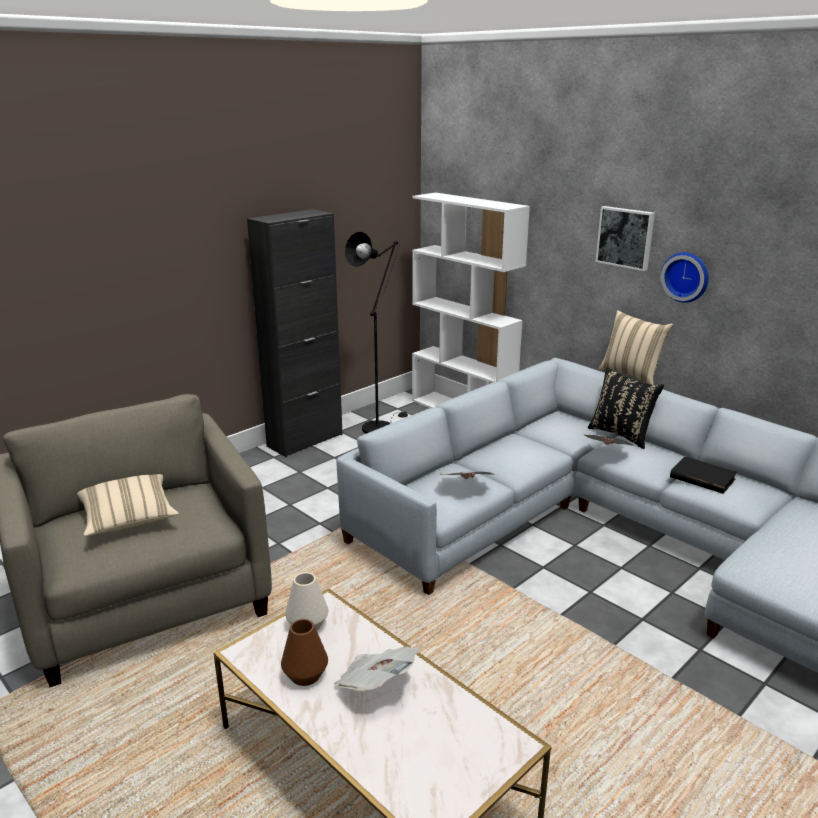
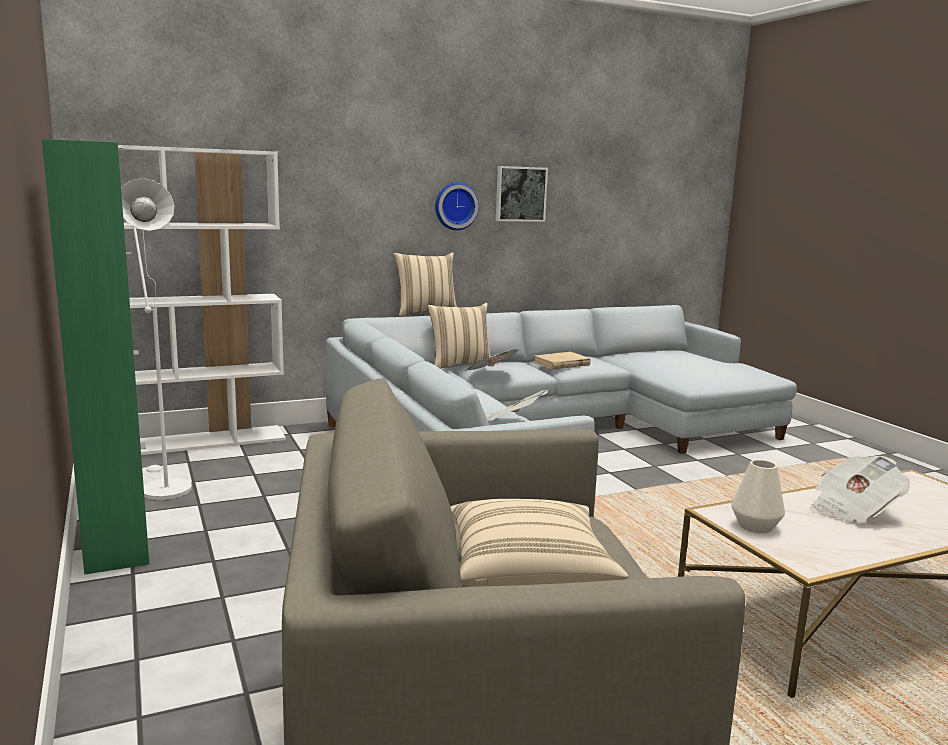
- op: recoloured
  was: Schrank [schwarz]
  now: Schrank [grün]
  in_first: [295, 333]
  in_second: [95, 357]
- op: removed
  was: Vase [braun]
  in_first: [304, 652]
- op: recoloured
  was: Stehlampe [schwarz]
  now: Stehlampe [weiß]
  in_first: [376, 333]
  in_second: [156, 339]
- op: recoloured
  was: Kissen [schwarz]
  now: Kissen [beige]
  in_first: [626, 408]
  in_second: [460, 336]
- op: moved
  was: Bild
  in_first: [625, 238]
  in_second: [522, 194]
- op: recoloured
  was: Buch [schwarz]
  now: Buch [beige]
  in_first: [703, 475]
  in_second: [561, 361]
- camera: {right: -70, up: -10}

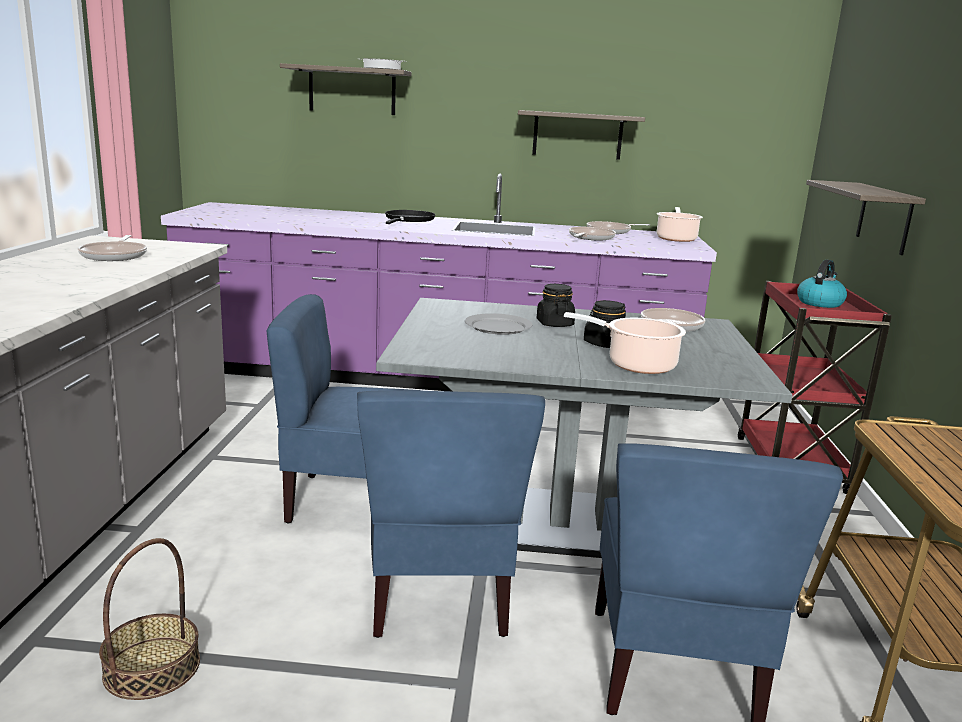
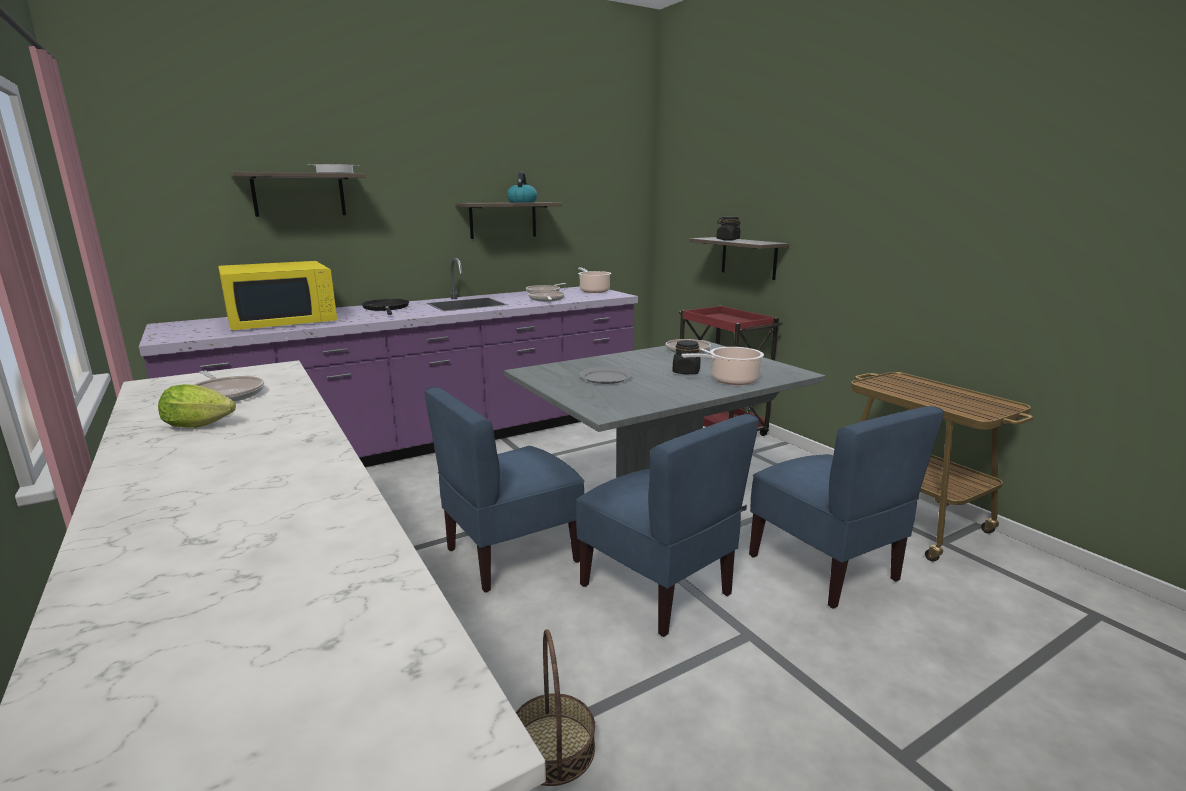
- op: moved
  was: Vorratsglas [schwarz]
  in_first: [556, 305]
  in_second: [728, 228]
- op: moved
  was: Wasserkessel
  in_first: [822, 284]
  in_second: [522, 187]
- op: added
  now: Salatkopf
  in_second: [197, 406]
- op: added
  now: Mikrowelle [gelb]
  in_second: [277, 295]
- camera: {right: -35, up: 0}

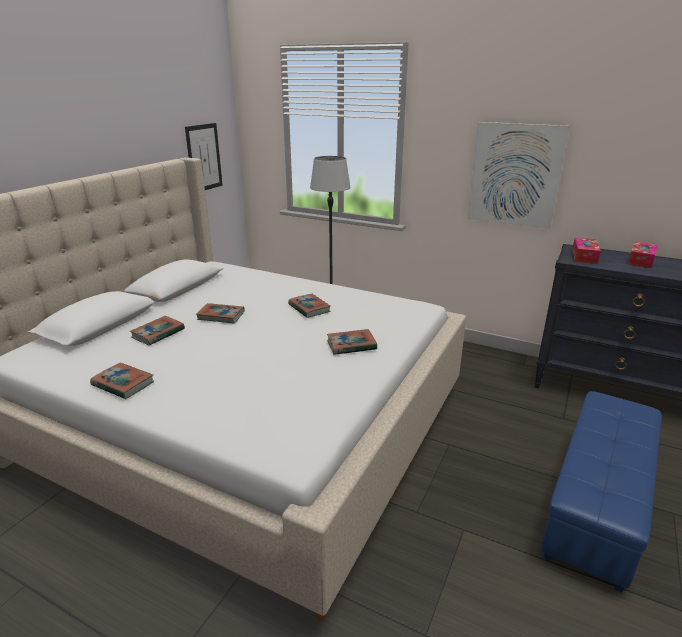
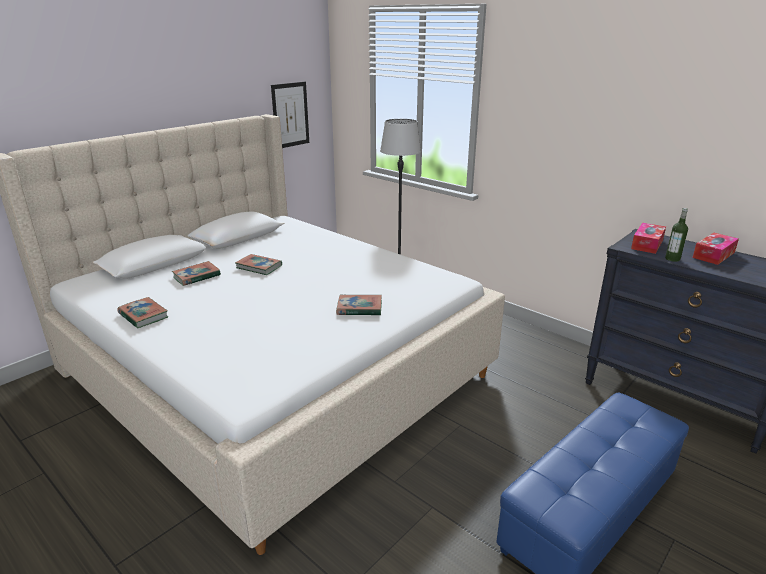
- op: removed
  was: Buch
  in_first: [309, 306]
- op: removed
  was: Bild
  in_first: [518, 175]
- op: added
  now: Flasche
  in_second: [676, 235]
- camera: {right: 15, up: 0}

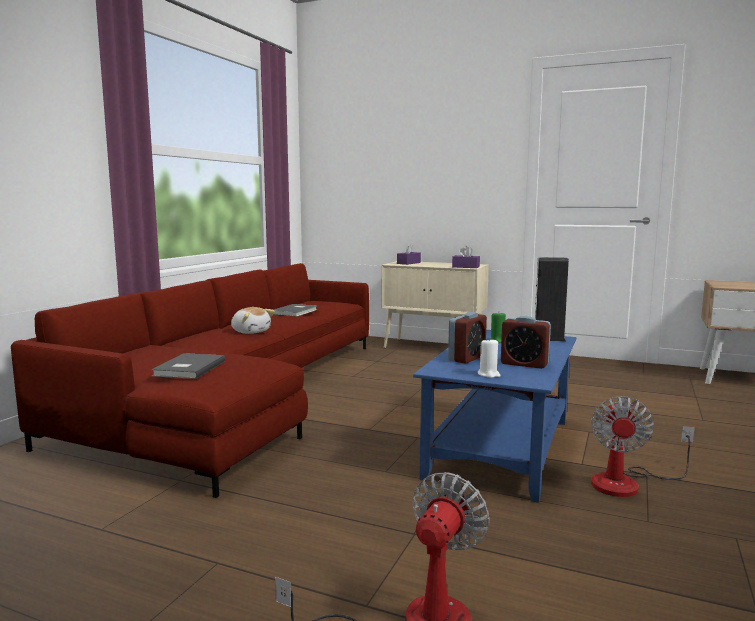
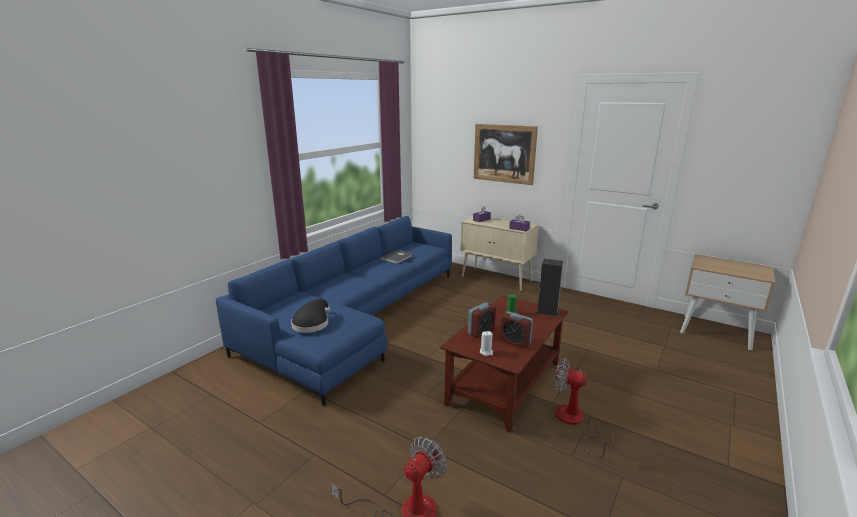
- op: recoloured
  was: Sofa [rot]
  now: Sofa [blau]
  in_first: [190, 380]
  in_second: [334, 311]
- op: replaced
  was: Buch [grau]
  now: Hut [schwarz]
  in_first: [188, 366]
  in_second: [310, 316]
- op: removed
  was: Plüschtier
  in_first: [253, 320]
- op: recoloured
  was: Couchtisch [blau]
  now: Couchtisch [braun]
  in_first: [494, 416]
  in_second: [504, 364]
- op: turned
  was: Ventilator
  in_first: [643, 446]
  in_second: [584, 408]
  clockwise: 90
- op: added
  now: Bild
  in_second: [506, 154]
- camera: {right: 10, up: 10}

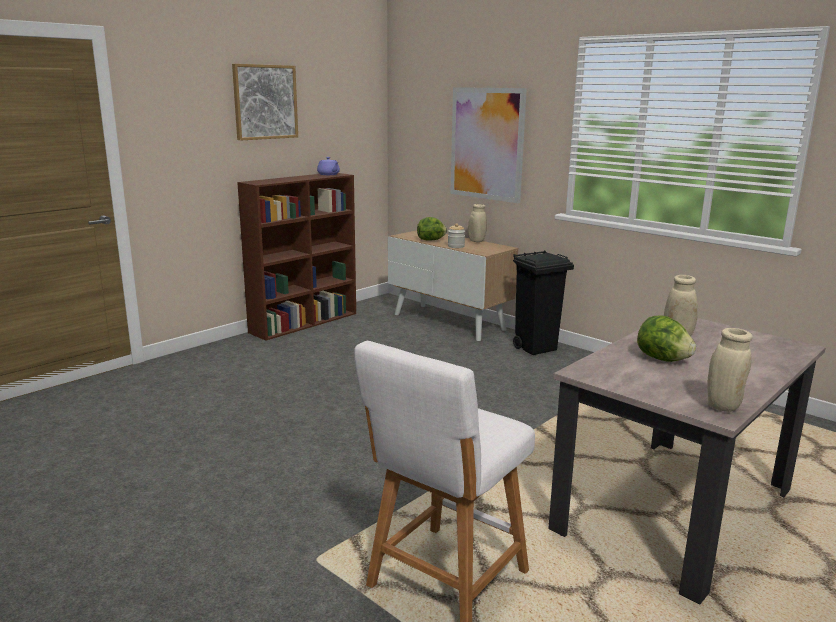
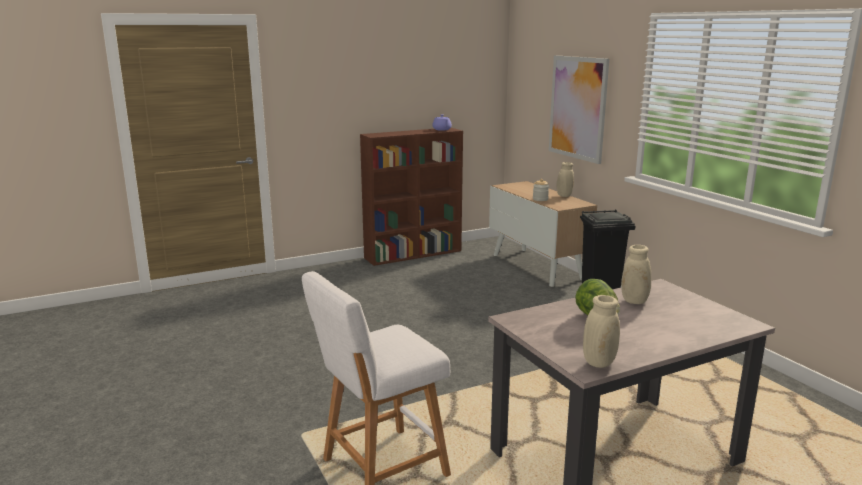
- op: removed
  was: Bild
  in_first: [265, 102]
- op: removed
  was: Salatkopf
  in_first: [432, 229]
- camera: {right: 20, up: 0}

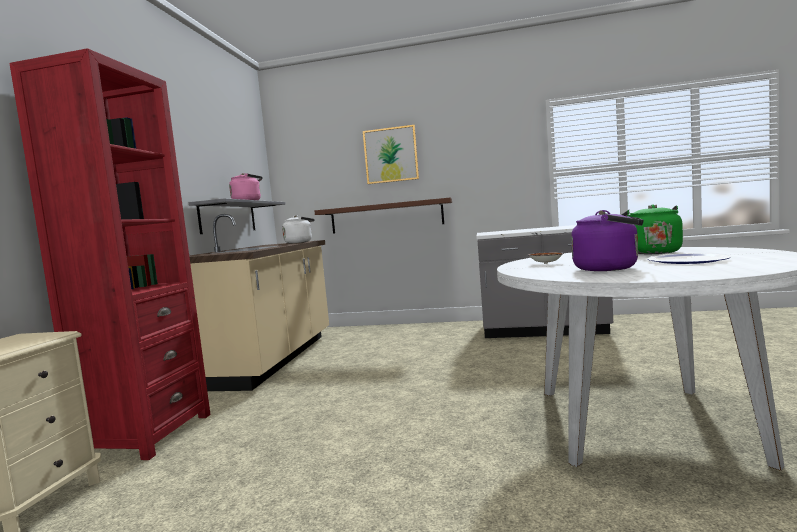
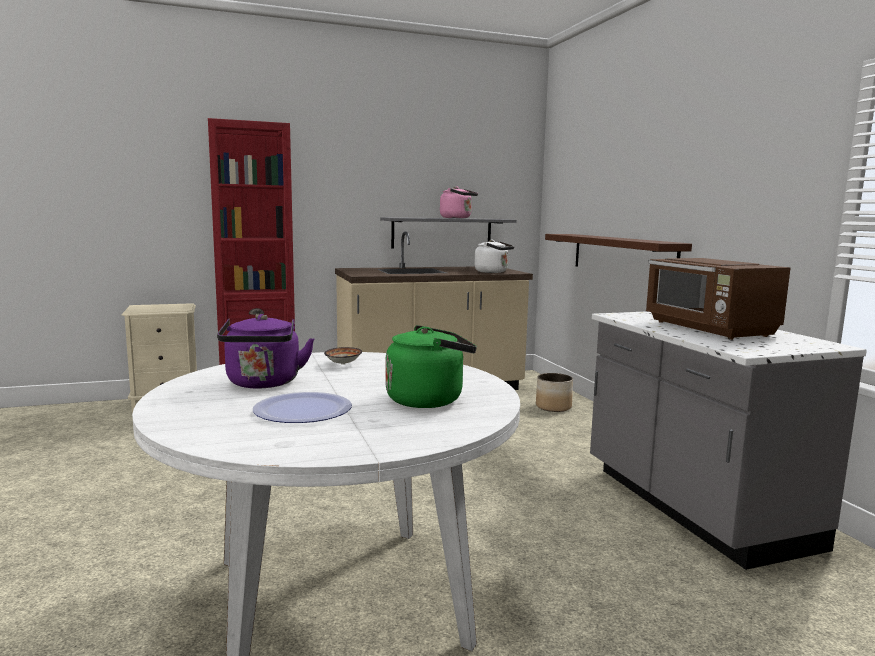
- op: removed
  was: Bild
  in_first: [391, 154]
- op: added
  now: Pflanzkübel
  in_second: [554, 392]
- op: added
  now: Mikrowelle [braun]
  in_second: [717, 299]
- camera: {right: 60, up: 5}

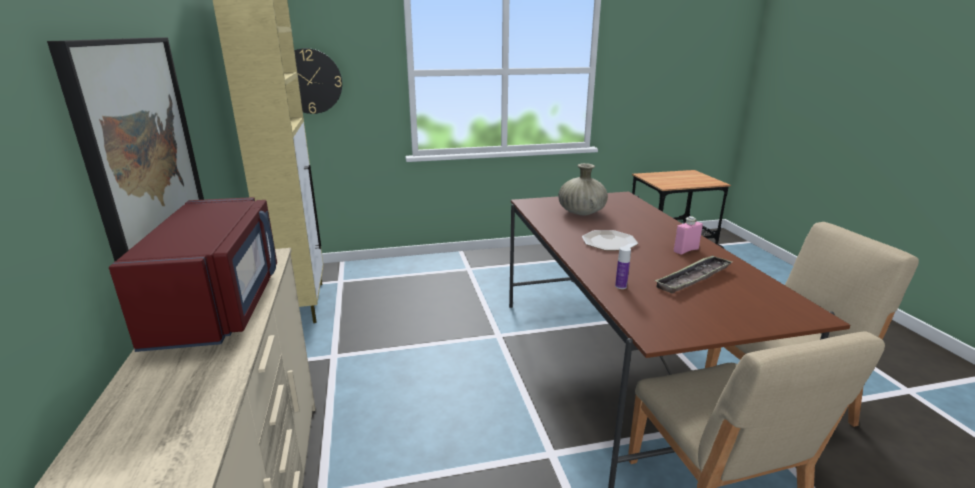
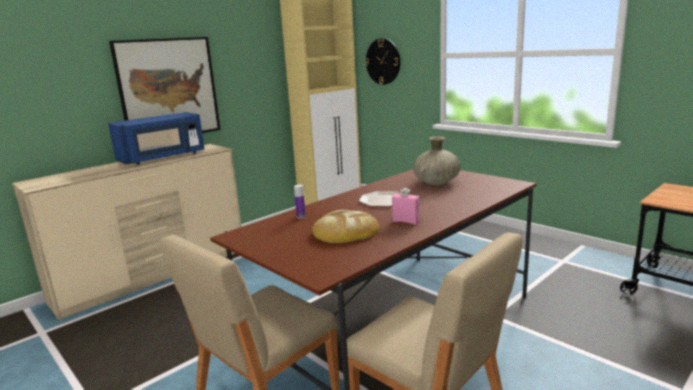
- op: recoloured
  was: Mikrowelle [rot]
  now: Mikrowelle [blau]
  in_first: [193, 274]
  in_second: [156, 138]
- op: replaced
  was: Tablett
  now: Brot
  in_first: [693, 274]
  in_second: [345, 226]
- camera: {right: 60, up: -5}

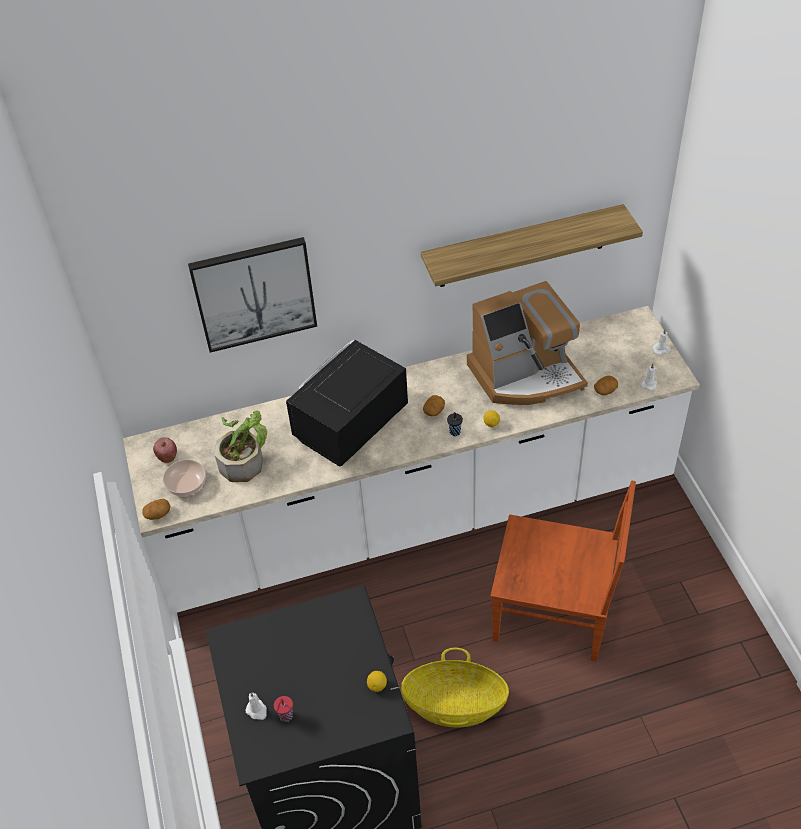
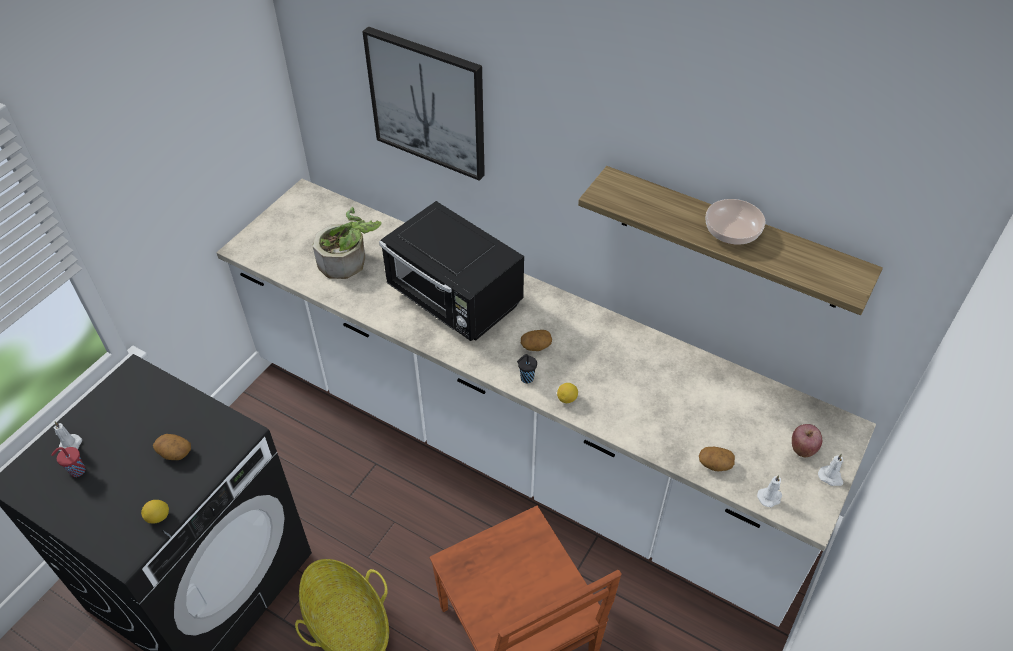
- op: moved
  was: Kartoffel
  in_first: [156, 509]
  in_second: [172, 447]
- op: moved
  was: Apfel
  in_first: [165, 450]
  in_second: [807, 440]
- op: moved
  was: Schüssel
  in_first: [184, 478]
  in_second: [735, 222]
- op: turned
  was: Mikrowelle [schwarz]
  in_first: [347, 403]
  in_second: [451, 271]
  clockwise: -135
- op: removed
  was: Kaffeemaschine
  in_first: [527, 343]
- camera: {right: 45, up: 0}

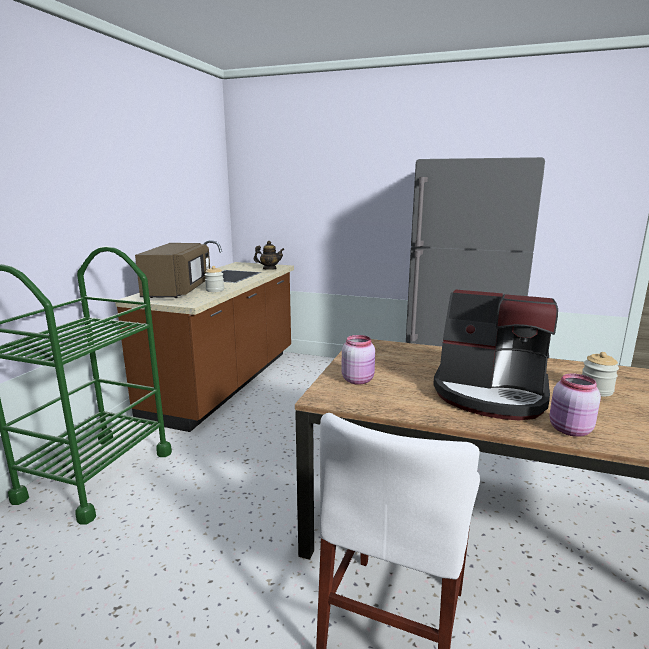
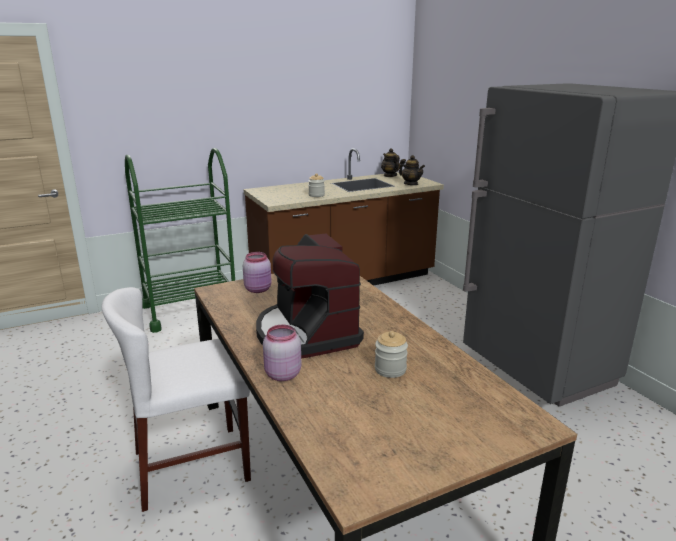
- op: removed
  was: Mikrowelle [braun]
  in_first: [172, 270]
- op: added
  now: Teekanne
  in_second: [390, 162]
- camera: {right: 45, up: 5}

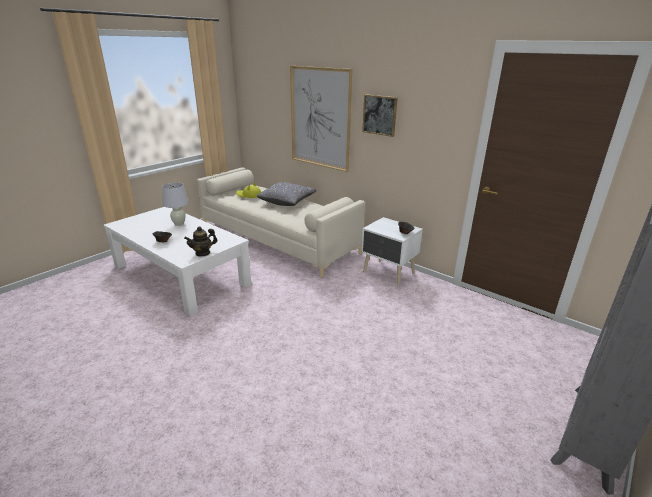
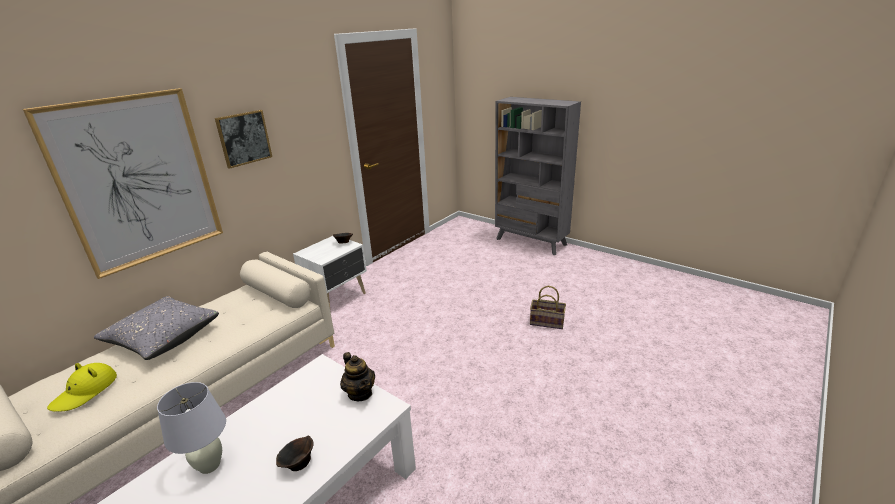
- op: added
  now: Korb
  in_second: [548, 307]
- camera: {right: -90, up: 0}

